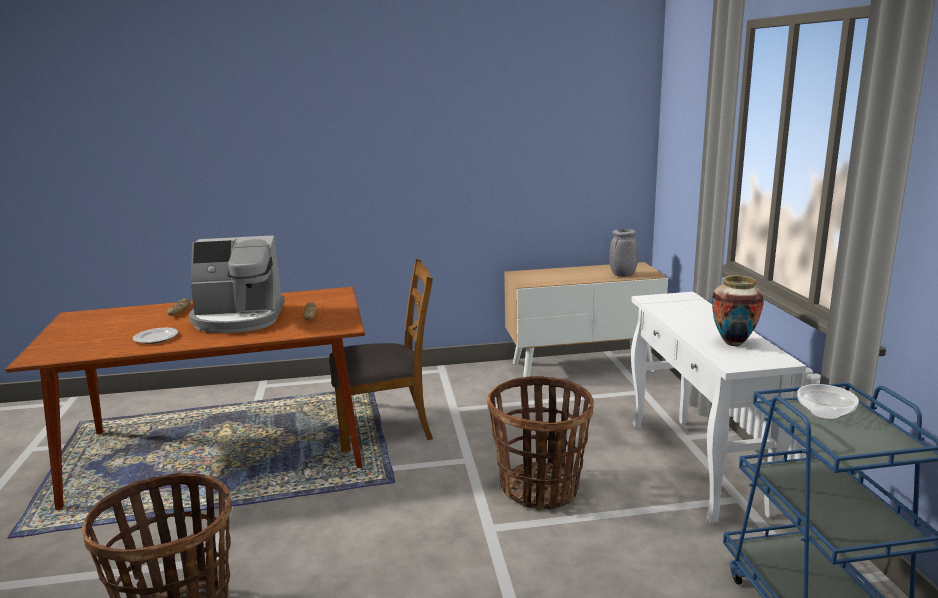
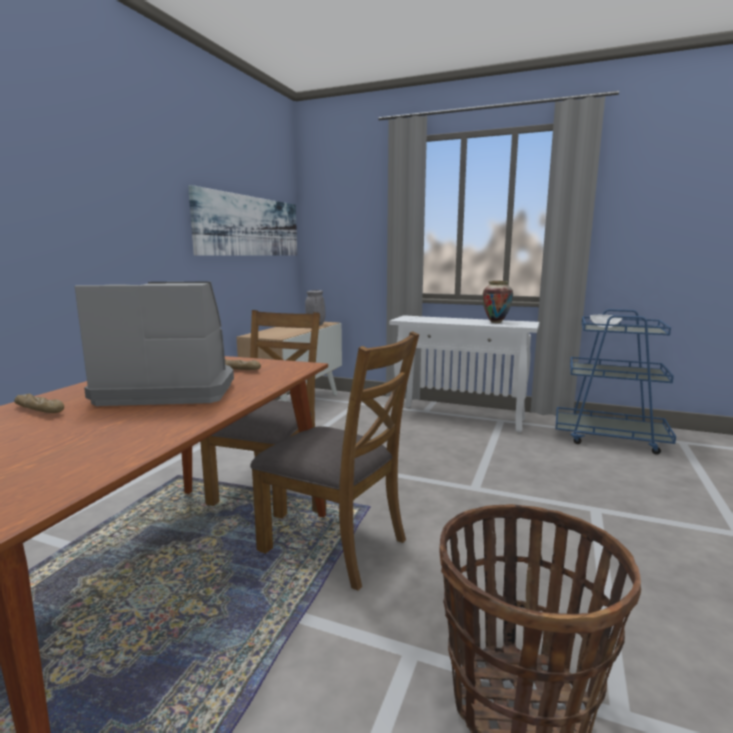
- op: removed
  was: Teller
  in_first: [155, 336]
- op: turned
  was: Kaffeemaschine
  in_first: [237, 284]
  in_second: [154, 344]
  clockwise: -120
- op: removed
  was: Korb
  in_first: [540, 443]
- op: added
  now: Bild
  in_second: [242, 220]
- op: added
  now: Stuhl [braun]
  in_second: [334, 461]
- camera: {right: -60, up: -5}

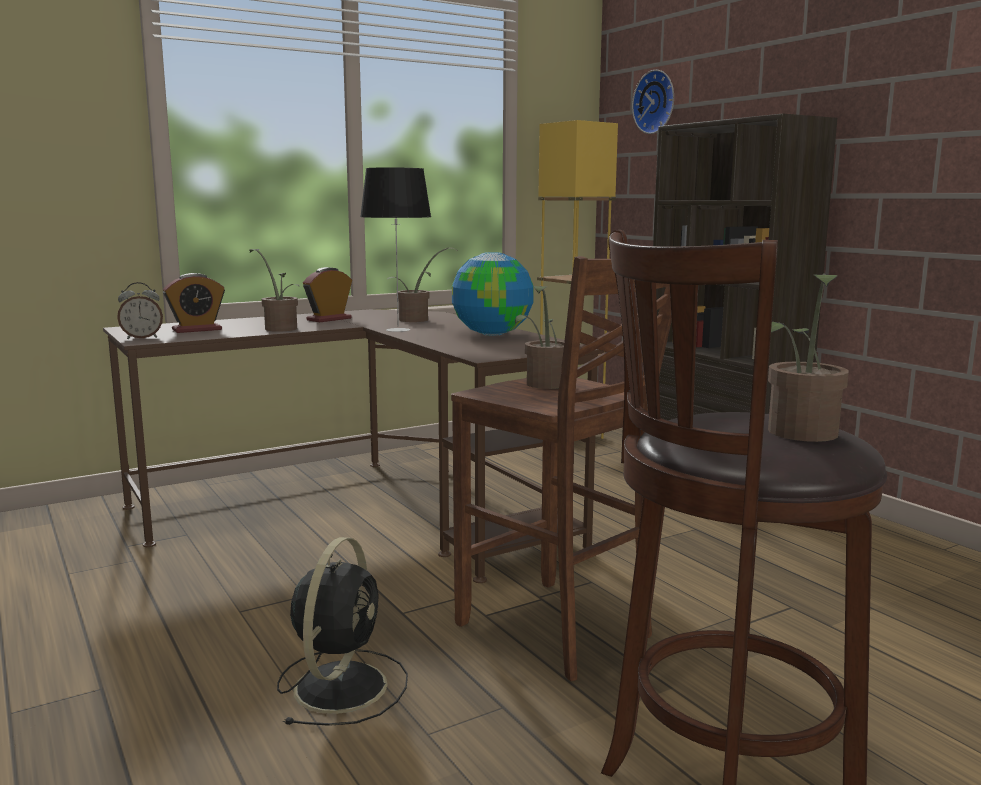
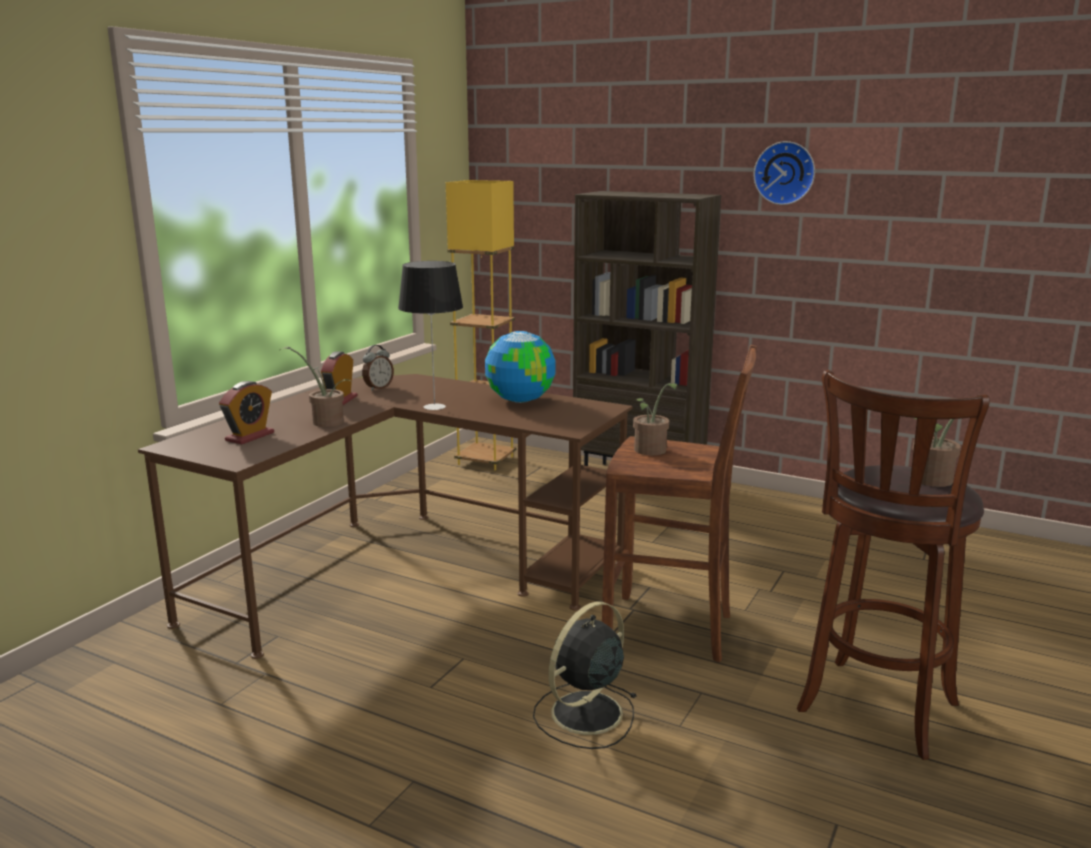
- op: moved
  was: Wecker
  in_first: [140, 310]
  in_second: [378, 368]
- op: turned
  was: Ventilator [schwarz]
  in_first: [342, 631]
  in_second: [585, 675]
  clockwise: -120
- op: removed
  was: Topfpflanze
  in_first: [422, 285]
- op: moved
  was: Wanduhr
  in_first: [653, 102]
  in_second: [784, 173]
- camera: {right: -30, up: 5}

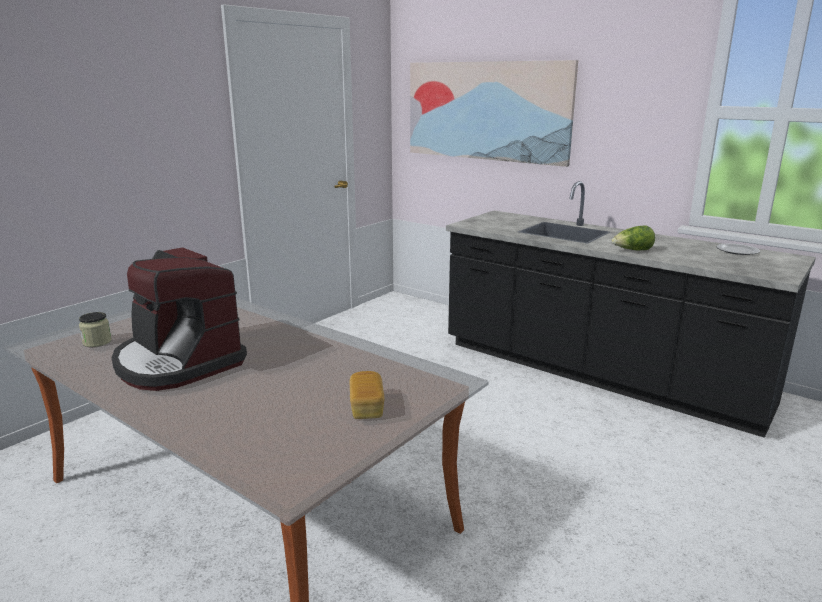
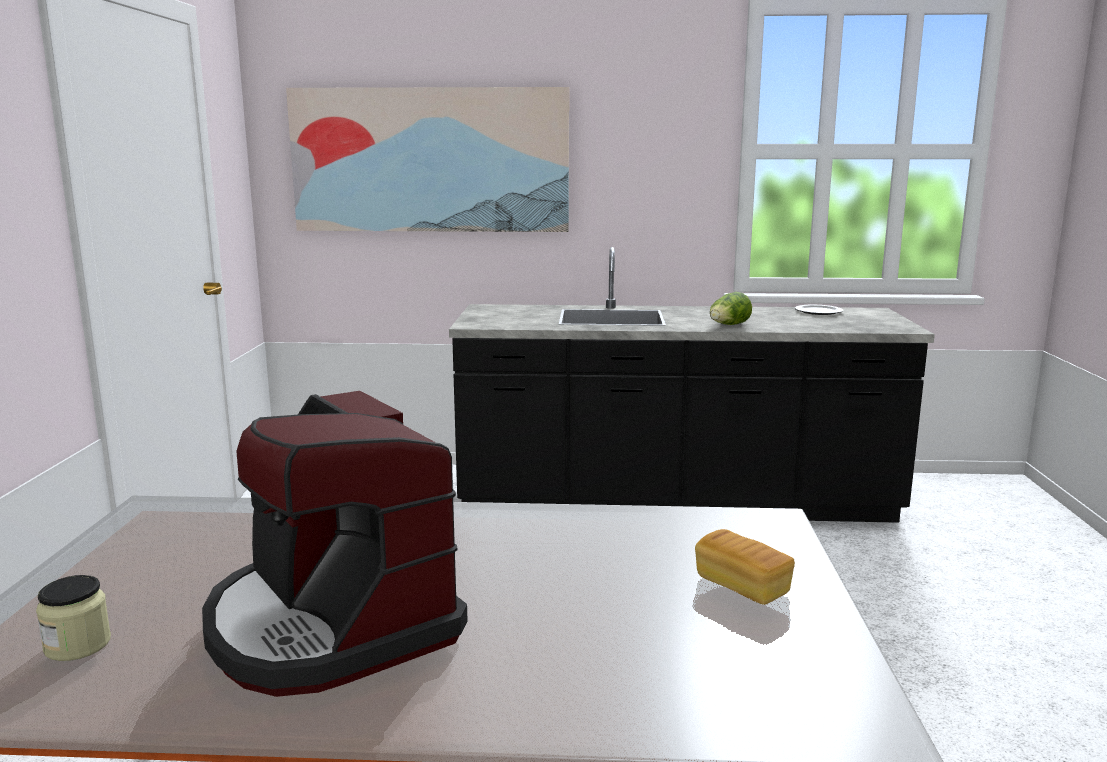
- op: turned
  was: Kaffeemaschine
  in_first: [179, 319]
  in_second: [335, 544]
  clockwise: 45
- camera: {right: -35, up: -5}

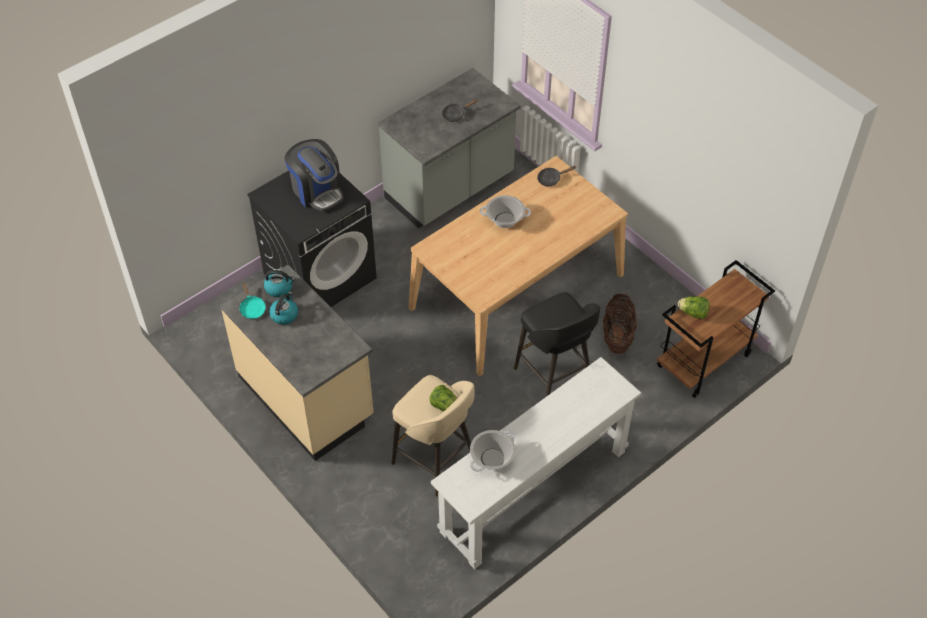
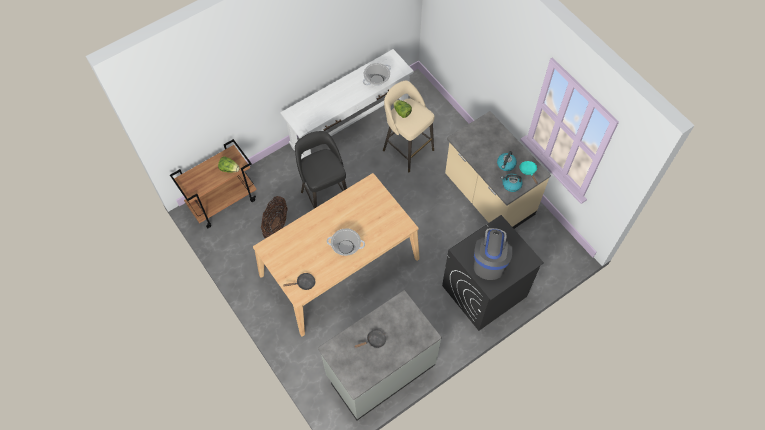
- op: turned
  was: Kaffeemaschine
  in_first: [313, 175]
  in_second: [493, 254]
  clockwise: 45
- camera: {right: -175, up: 10}

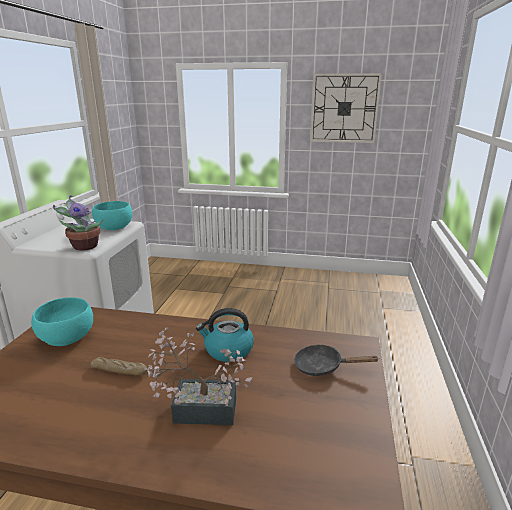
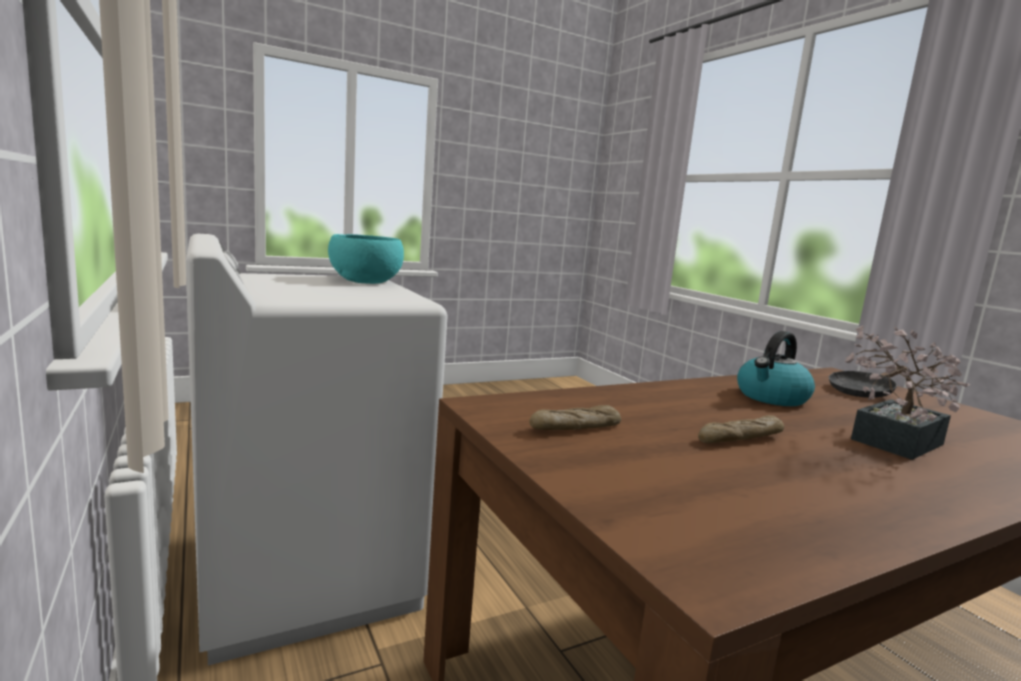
- op: replaced
  was: Schüssel [türkis]
  now: Brot
  in_first: [62, 321]
  in_second: [575, 417]
- op: removed
  was: Topfpflanze
  in_first: [78, 222]
- op: removed
  was: Wanduhr
  in_first: [346, 108]
- camera: {right: -40, up: -10}

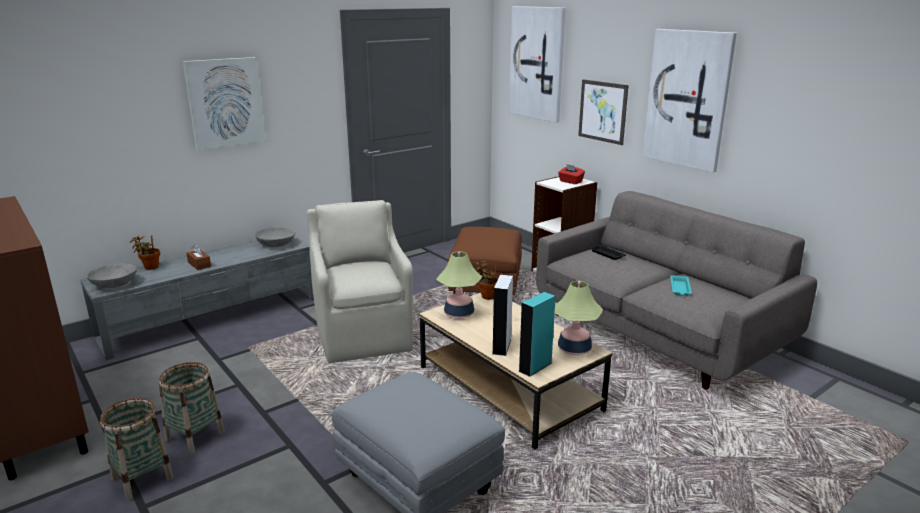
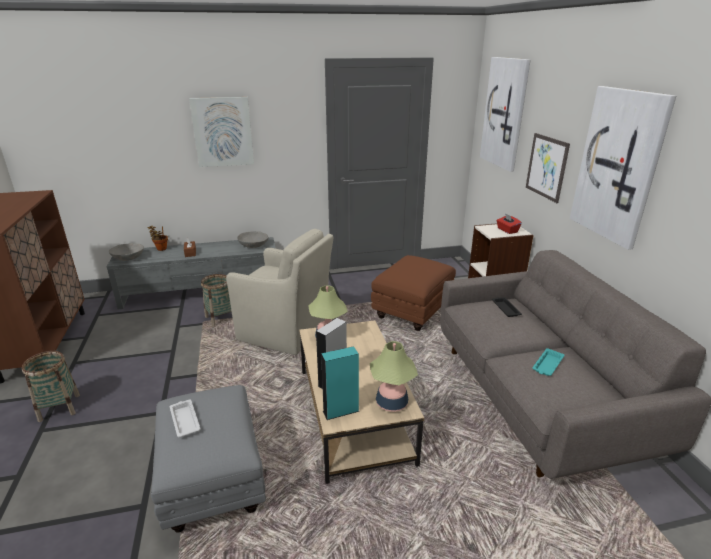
- op: moved
  was: Korb
  in_first: [192, 408]
  in_second: [216, 300]
- op: turned
  was: Sessel [beige]
  in_first: [360, 281]
  in_second: [279, 292]
  clockwise: 105
- op: removed
  was: Topfpflanze
  in_first: [487, 280]
- op: added
  now: Tablett [weiß]
  in_second: [185, 419]
- camera: {right: 25, up: 5}

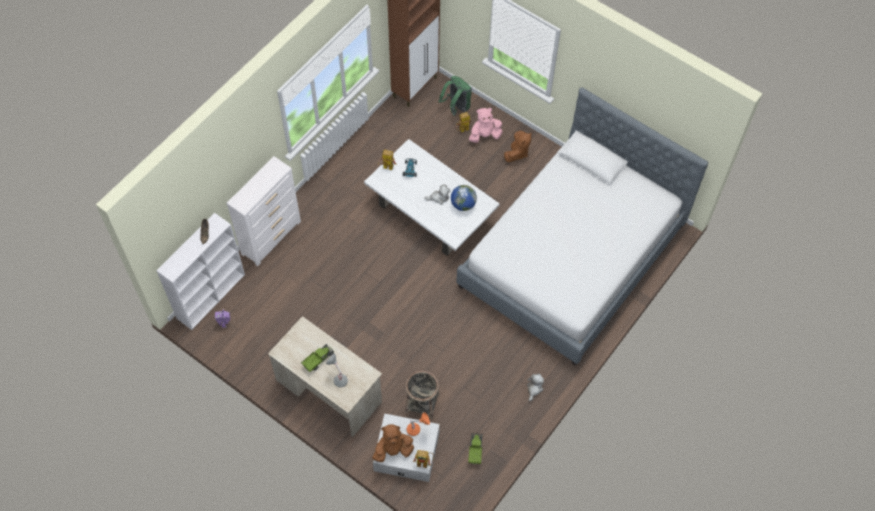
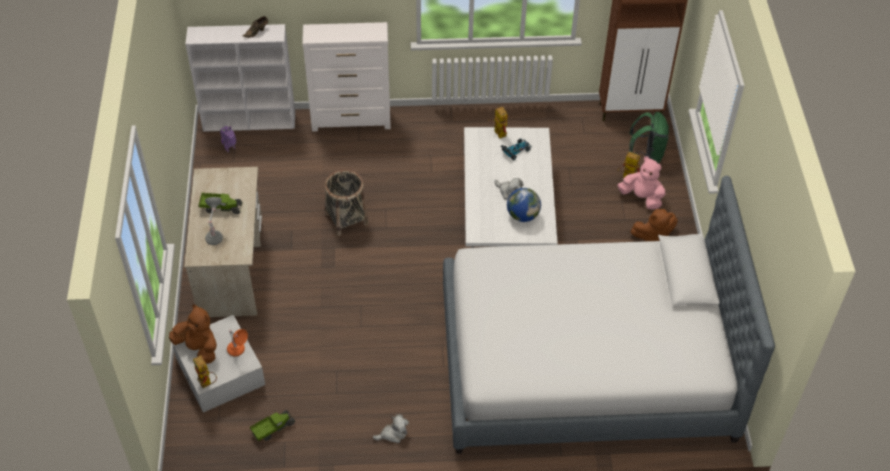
- op: moved
  was: Korb
  in_first: [422, 395]
  in_second: [347, 203]
- camera: {right: 50, up: -10}

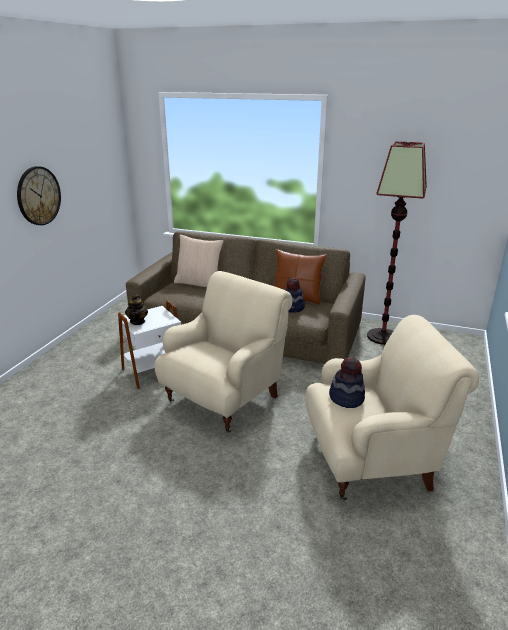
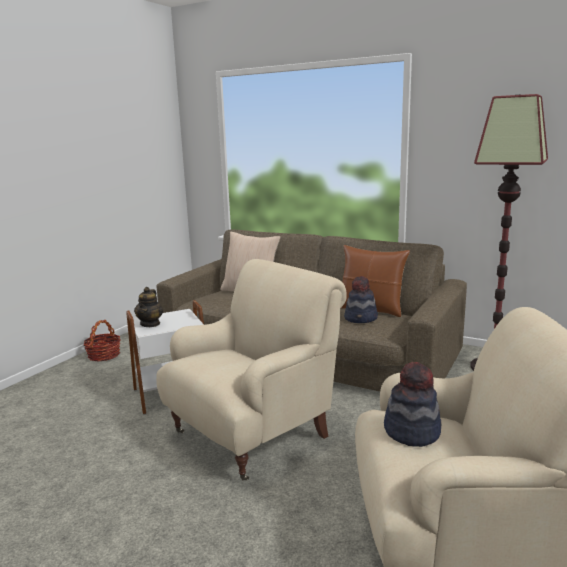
- op: removed
  was: Wanduhr
  in_first: [39, 195]
- op: added
  now: Korb
  in_second: [102, 341]
- camera: {right: 10, up: -10}

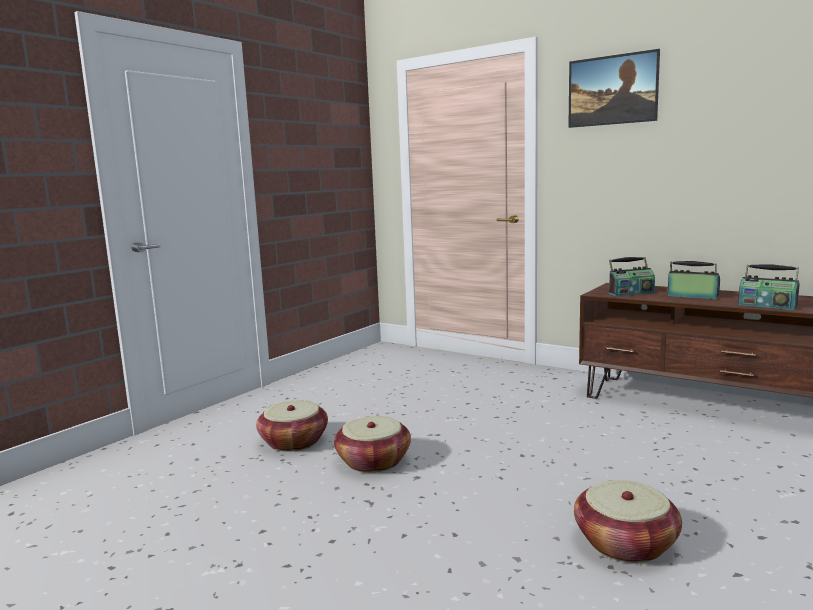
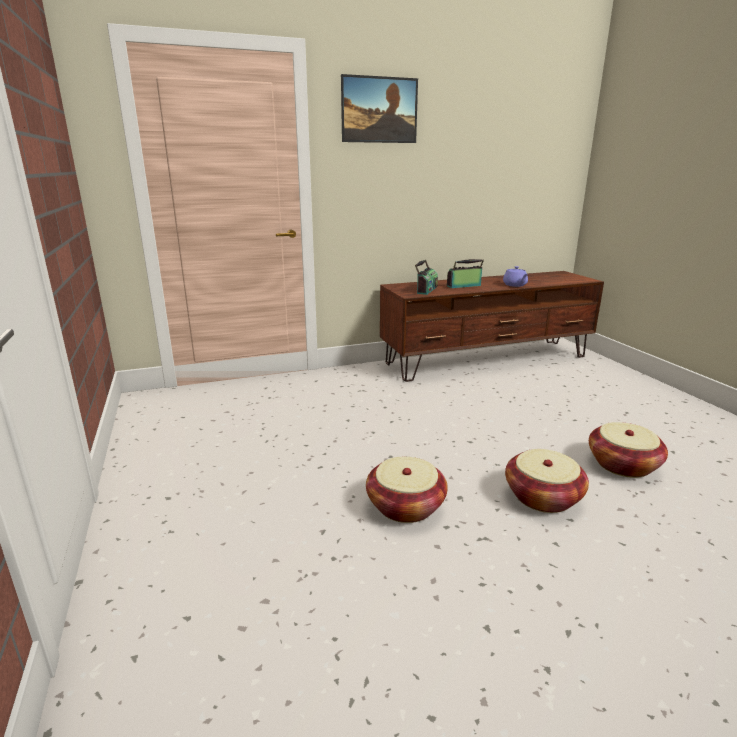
- op: moved
  was: Korb
  in_first: [292, 426]
  in_second: [547, 481]
- op: replaced
  was: Radio
  now: Teekanne [lila]
  in_first: [769, 287]
  in_second: [515, 276]
- camera: {right: -55, up: 10}

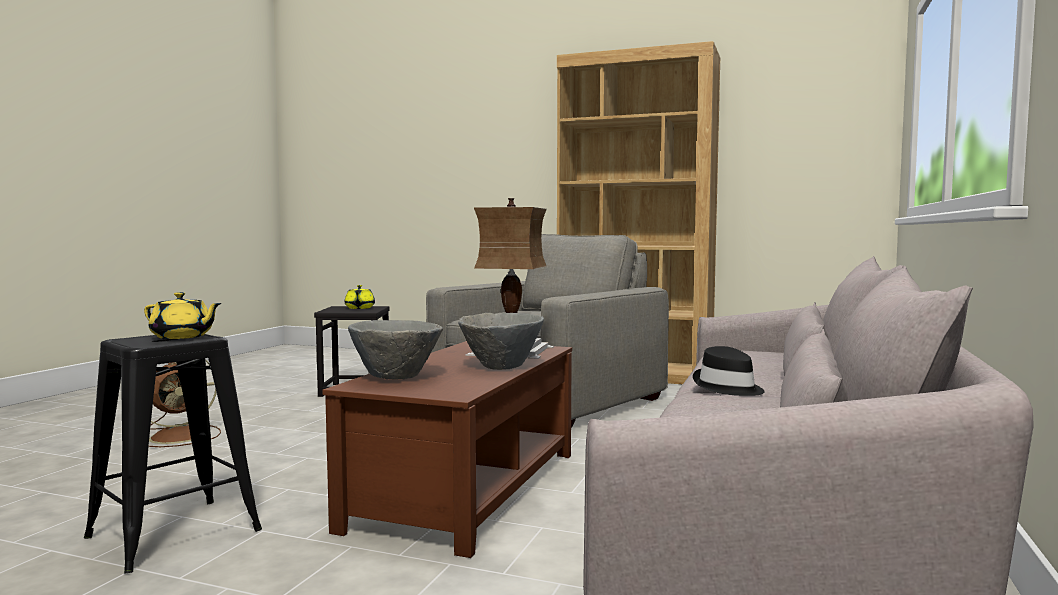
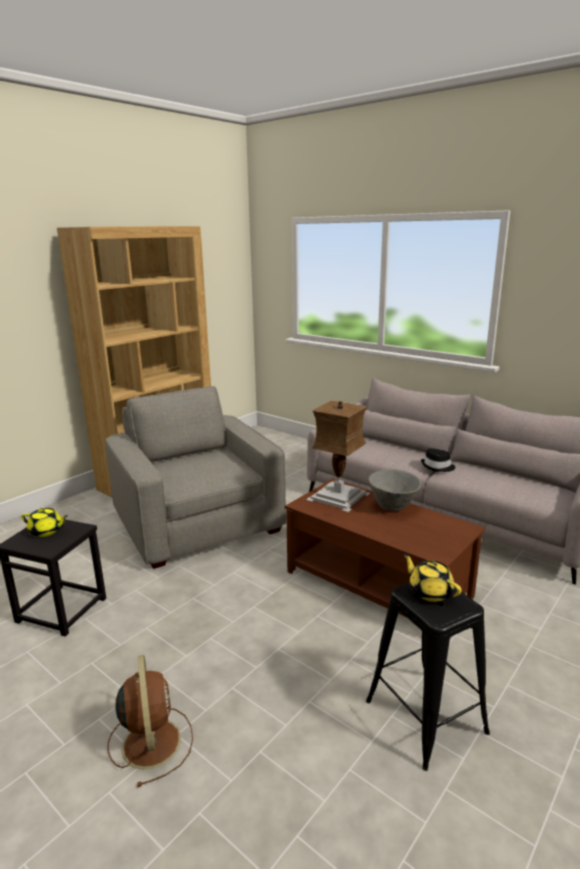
- op: turned
  was: Teekanne [gelb]
  in_first: [182, 315]
  in_second: [432, 578]
  clockwise: -75
- op: removed
  was: Schüssel [grau]
  in_first: [395, 350]
- camera: {right: -70, up: 15}

